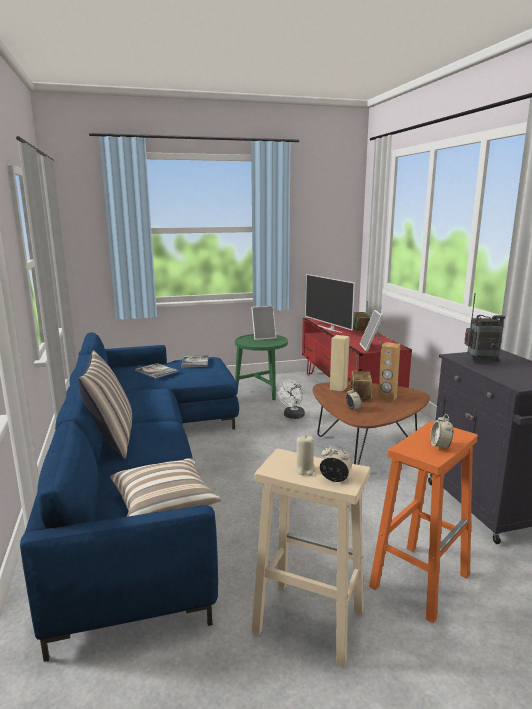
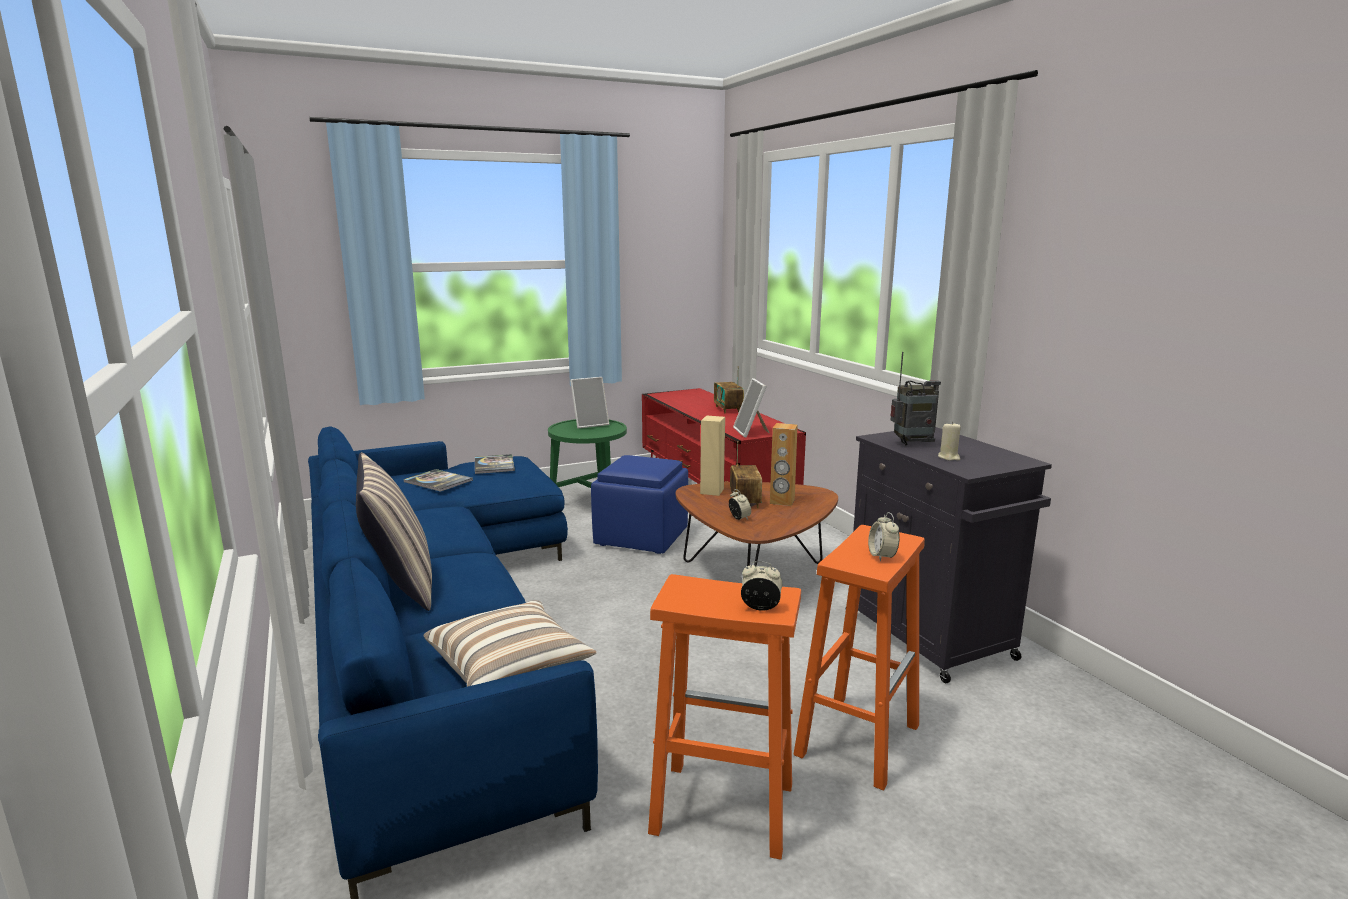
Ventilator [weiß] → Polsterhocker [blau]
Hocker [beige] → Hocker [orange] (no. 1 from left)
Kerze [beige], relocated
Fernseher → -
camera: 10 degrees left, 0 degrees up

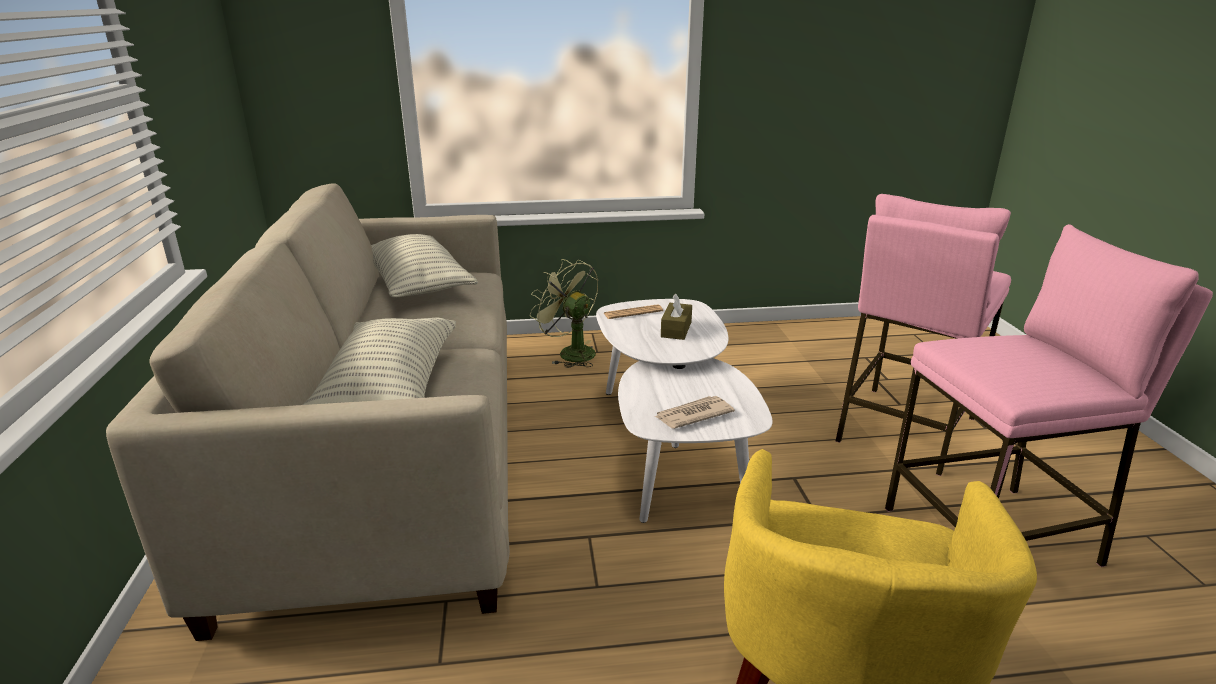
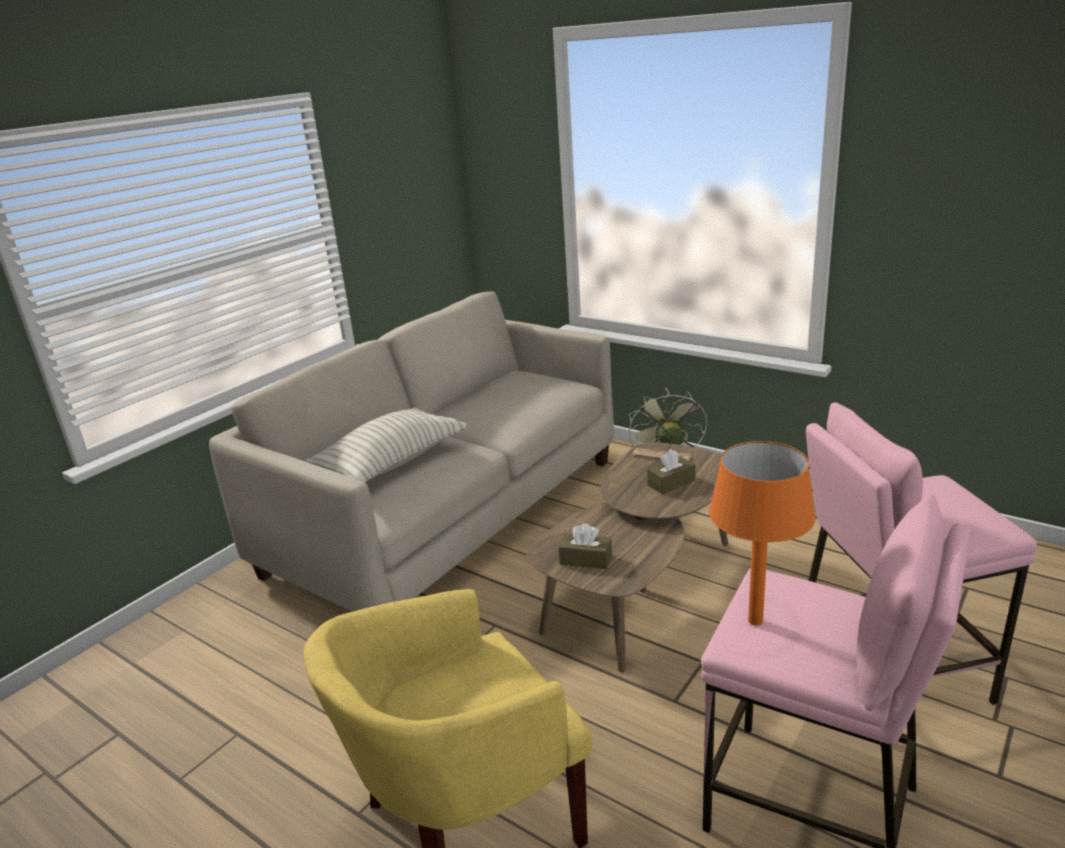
Couchtisch [weiß] → Couchtisch [braun]
Zeitung (no. 2 from left) → Taschentuchbox [braun] (no. 1 from left)
- → Tischlampe [orange]
Kissen (no. 2 from left) → -
camera: 45 degrees right, 0 degrees up

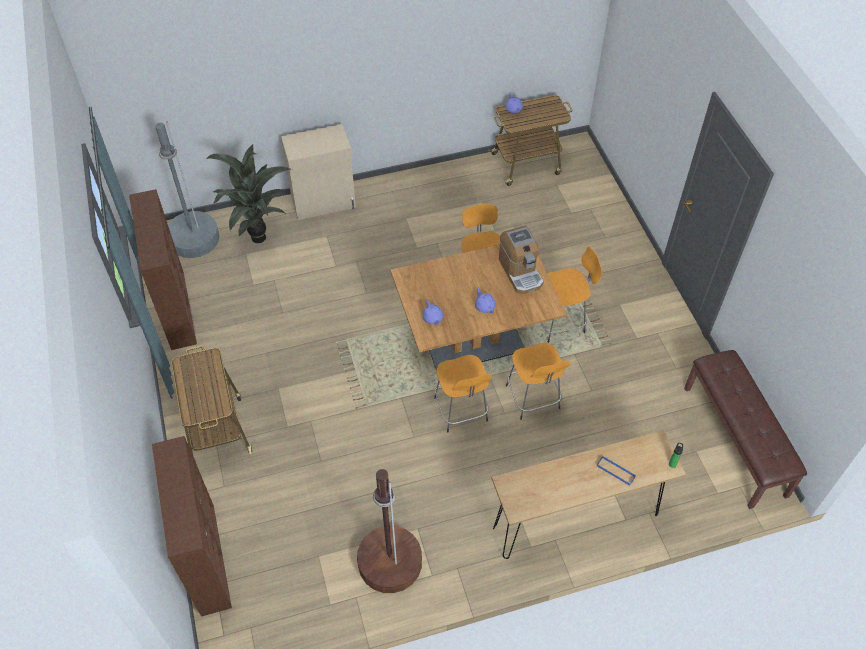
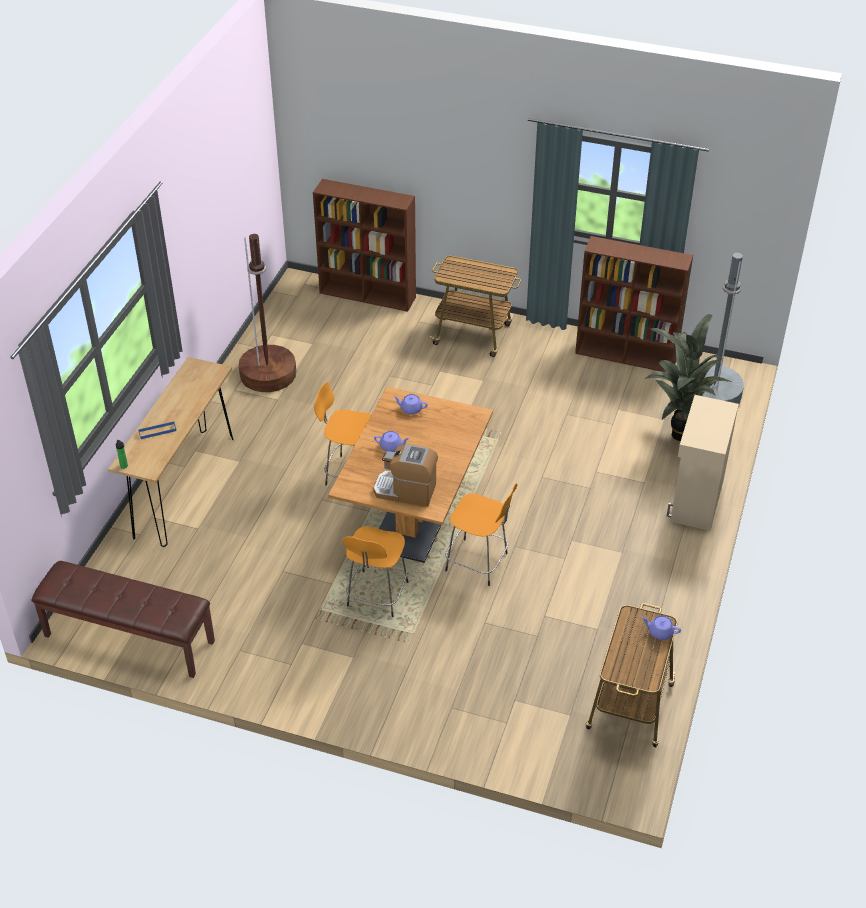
Hocker [orange] (no. 3 from left) → -
camera: 125 degrees right, 10 degrees down

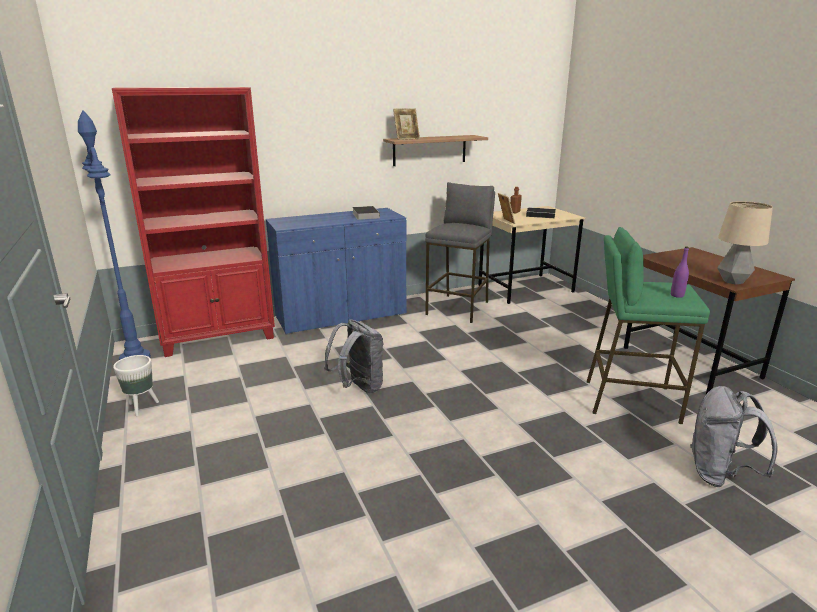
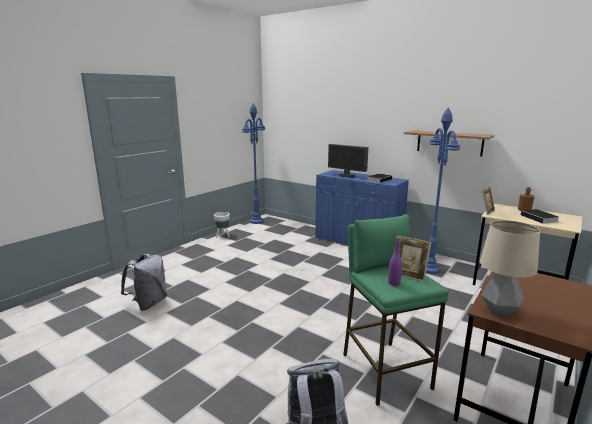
Rucksack [grau] (no. 1 from left), relocated
- → Monitor
Bilderrahmen (no. 1 from left), relocated
Hocker [grau] → Stehlampe [blau] (no. 2 from left)
Bücherregal [rot] → -
camera: 60 degrees right, 5 degrees down

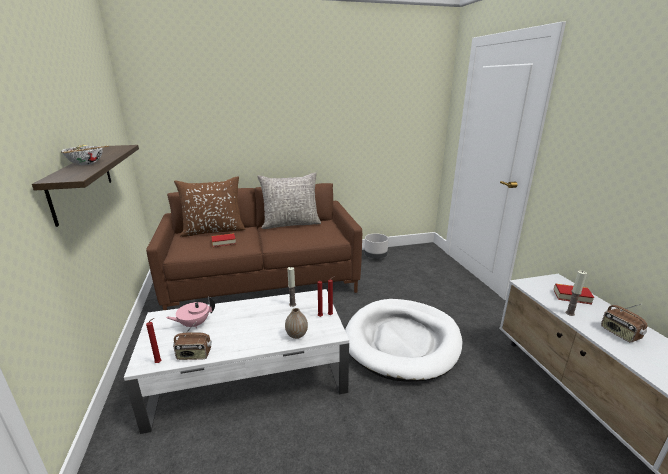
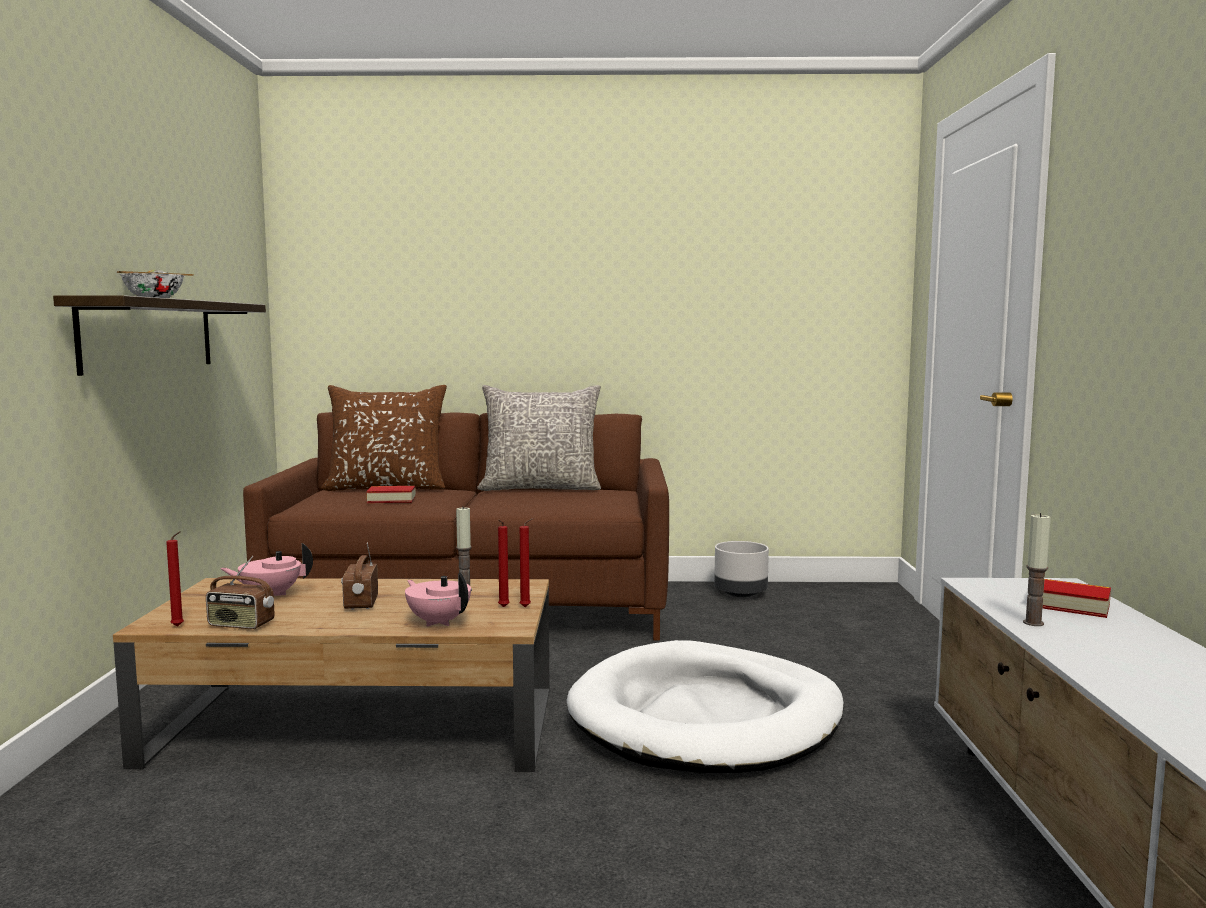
Couchtisch [weiß] → Couchtisch [braun]
Radio (no. 2 from left), relocated
Vase → Teekanne [rosa] (no. 2 from left)
camera: 15 degrees right, 15 degrees down

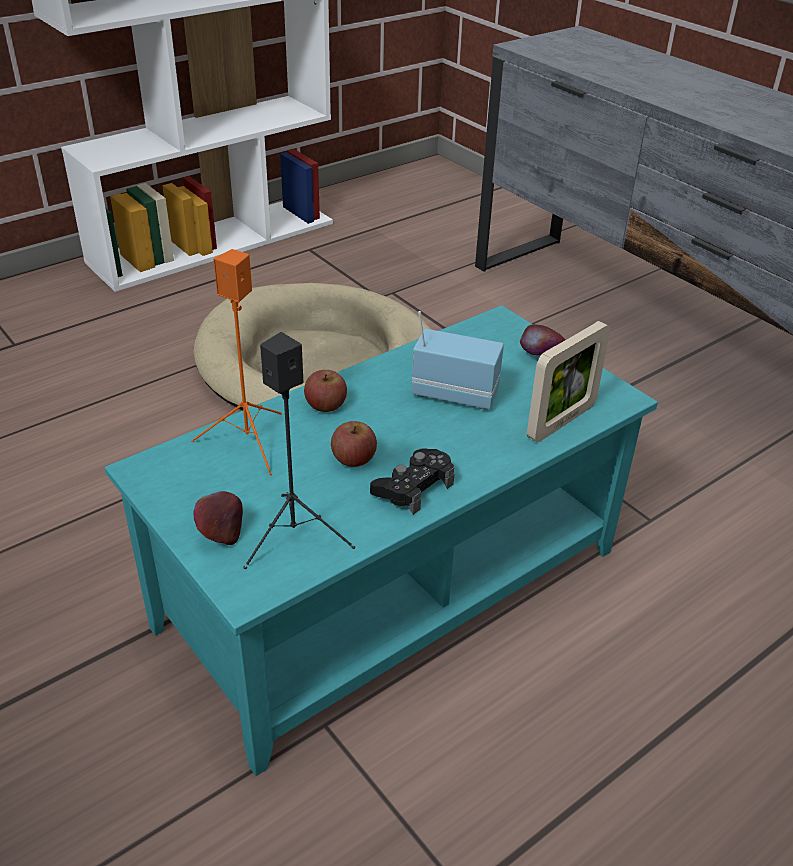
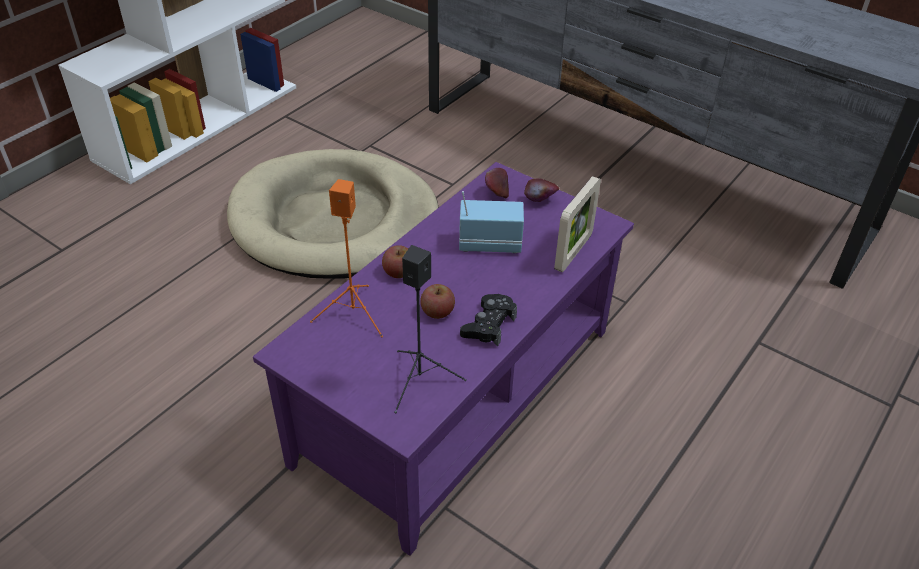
Couchtisch [türkis] → Couchtisch [lila]
Apfel (no. 1 from left in the first image) → Apfel (no. 3 from left), relocated
camera: 15 degrees left, 5 degrees up

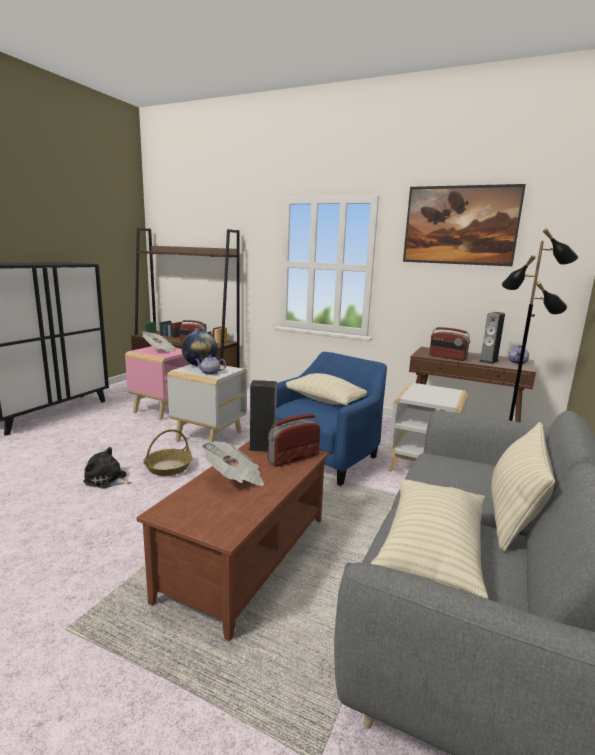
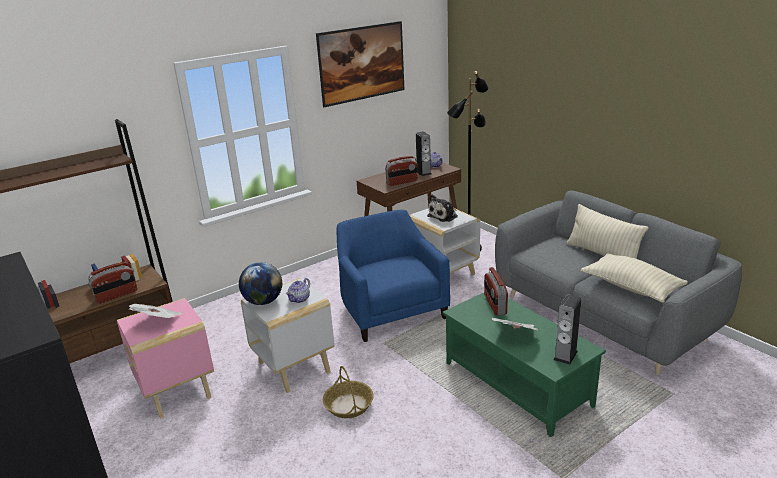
Plüschtier, relocated
Couchtisch [braun] → Couchtisch [grün]
Lautsprecher (no. 1 from left in the first image) → Lautsprecher (no. 2 from left), relocated
Kissen [beige] (no. 1 from left) → -
camera: 60 degrees left, 10 degrees up

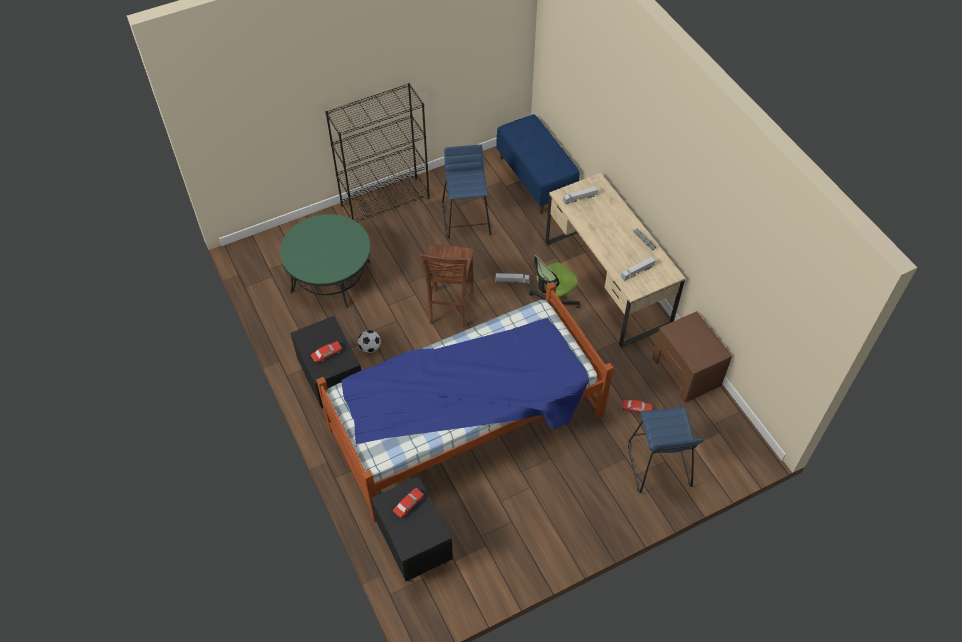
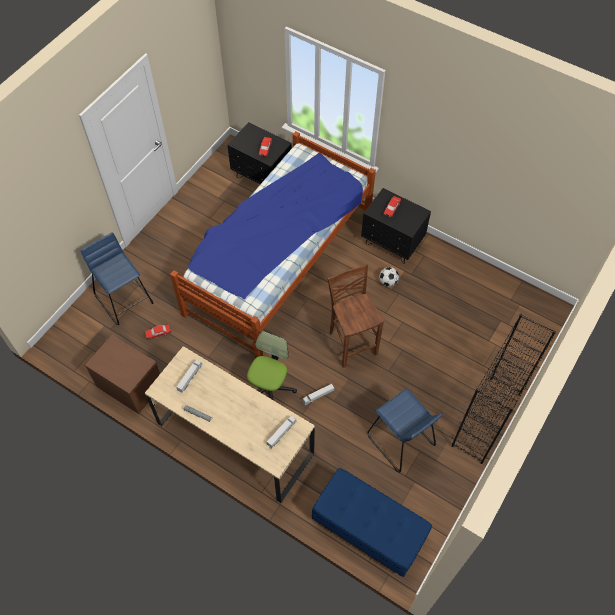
Couchtisch [grün] → -
camera: 150 degrees right, 5 degrees up

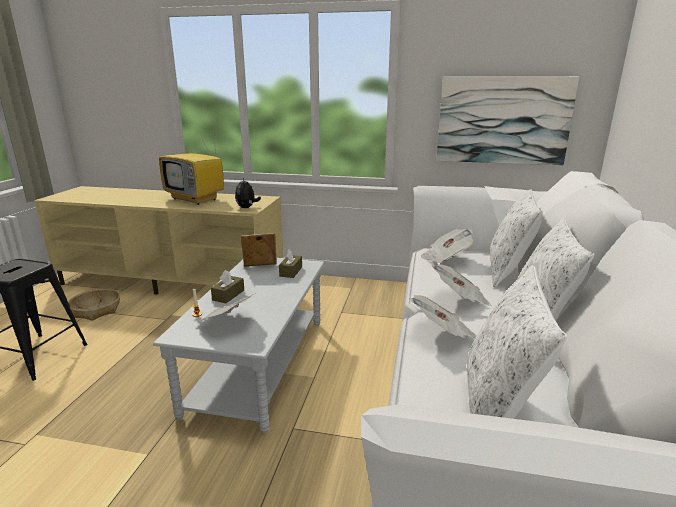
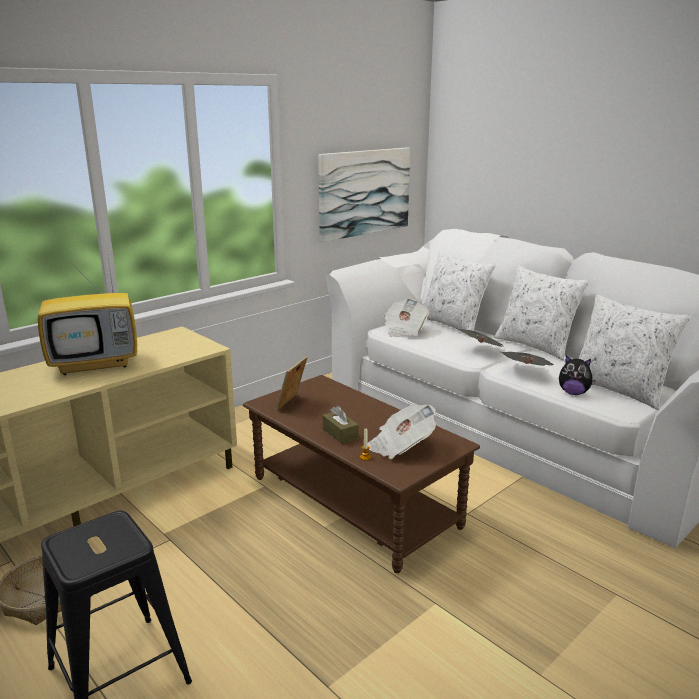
Couchtisch [grau] → Couchtisch [braun]
Plüschtier, relocated
Taschentuchbox [braun] (no. 2 from left) → -
camera: 55 degrees left, 0 degrees up

